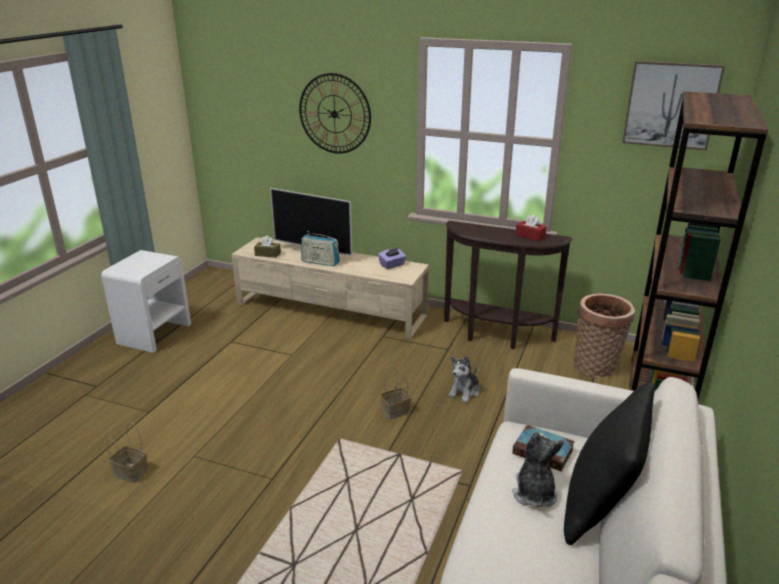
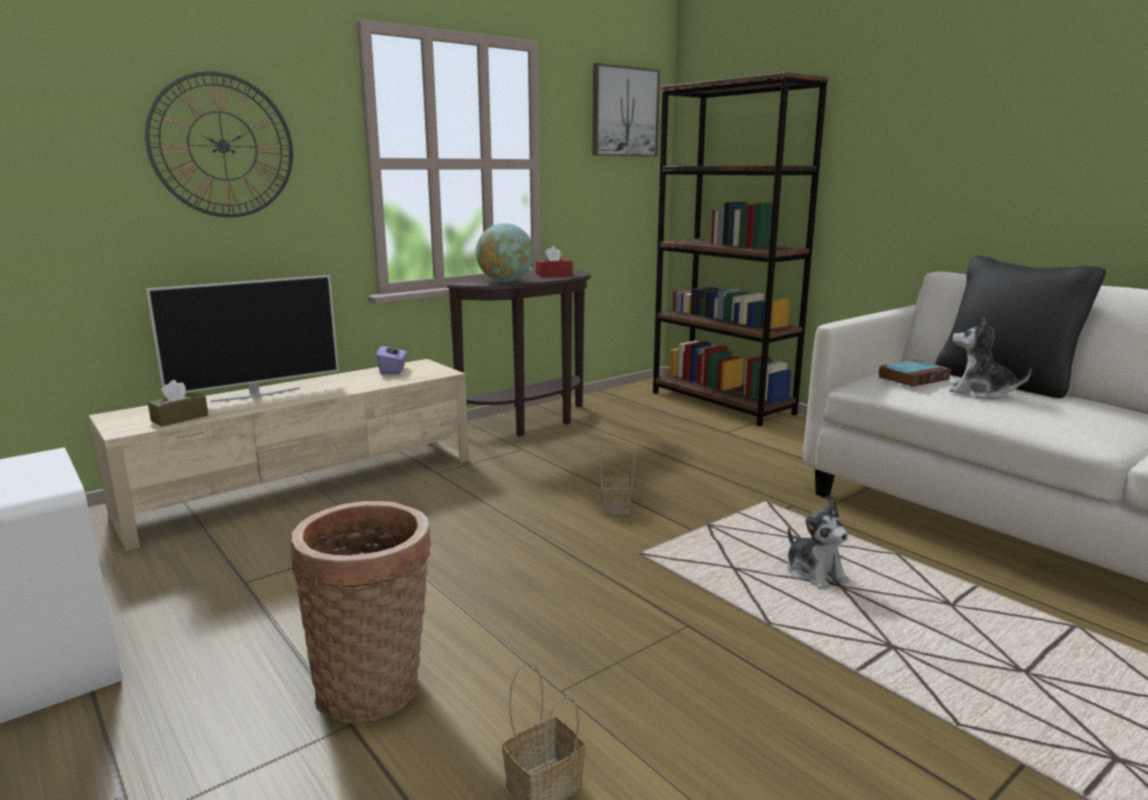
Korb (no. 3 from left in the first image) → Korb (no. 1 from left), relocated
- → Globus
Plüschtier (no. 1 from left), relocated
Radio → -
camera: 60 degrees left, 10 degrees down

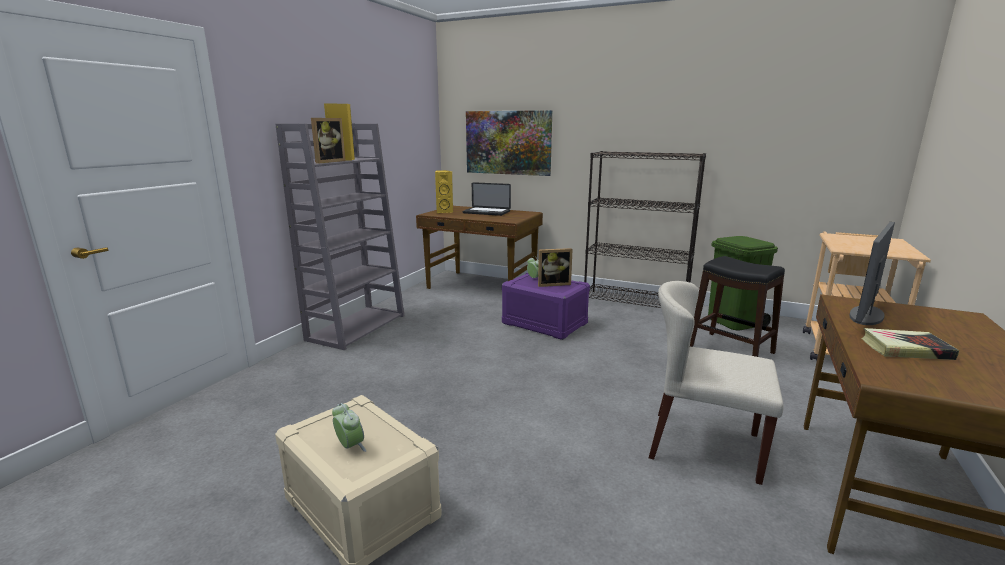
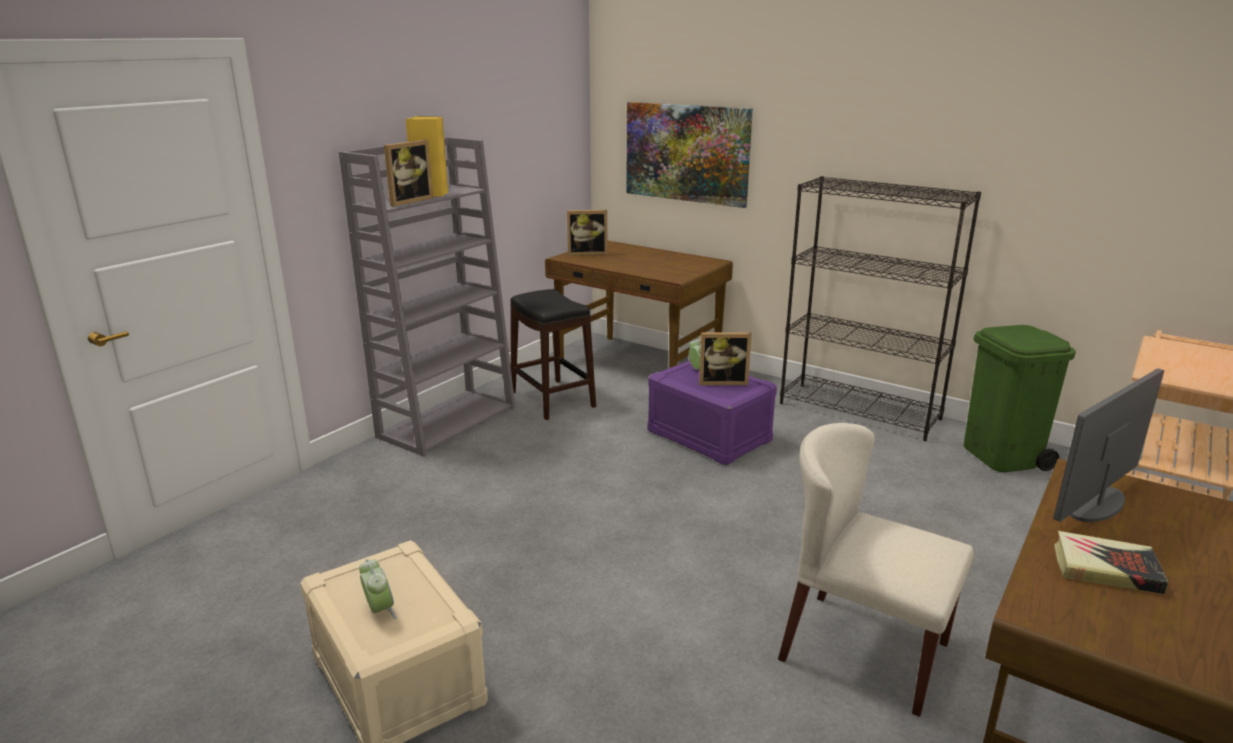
Hocker [schwarz], relocated
Lautsprecher [gelb] (no. 2 from left) → Bilderrahmen (no. 2 from left)
Laptop → -
camera: 10 degrees right, 5 degrees up

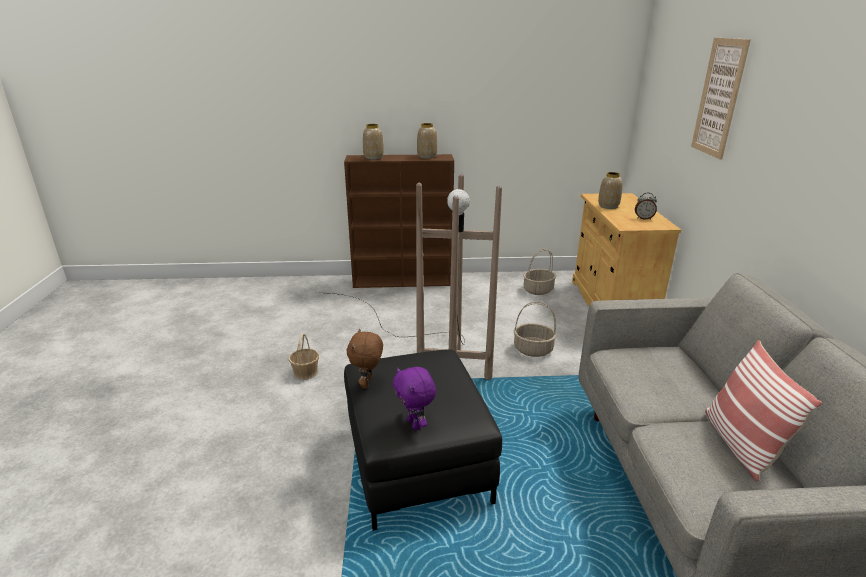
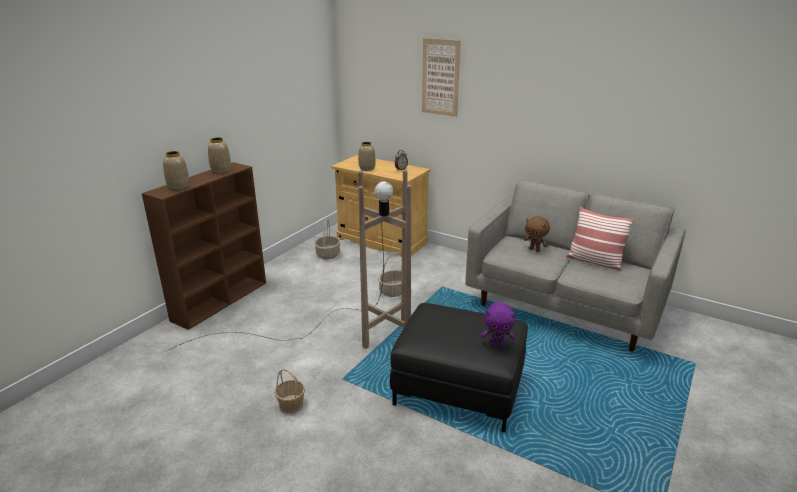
Plüschtier [braun], relocated
camera: 55 degrees left, 0 degrees up

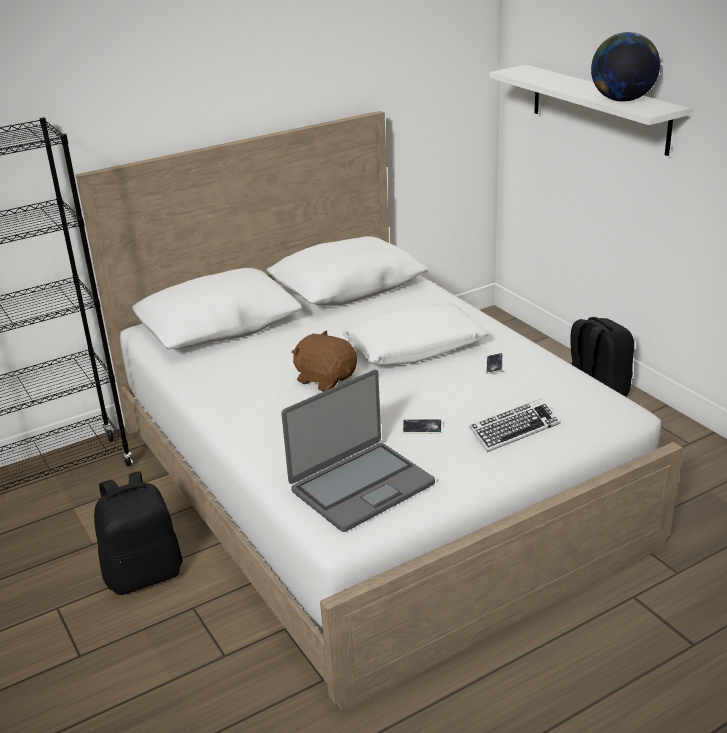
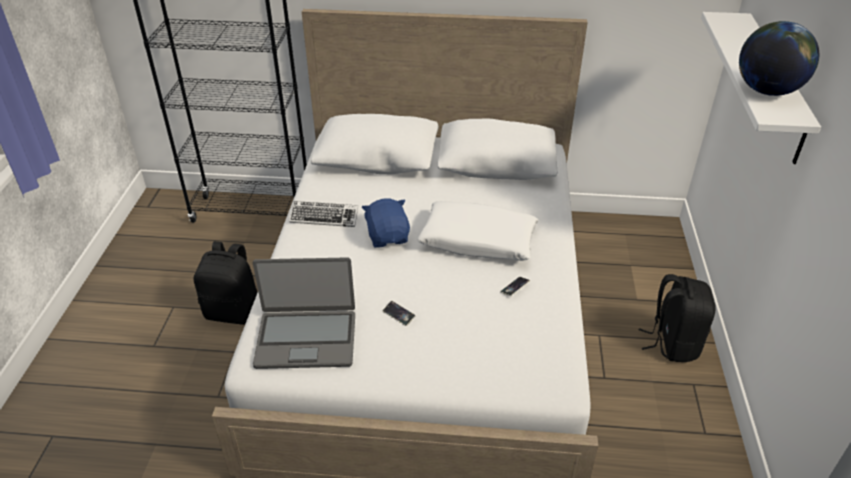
Tastatur, relocated
Plüschtier [braun] → Plüschtier [blau]
camera: 35 degrees right, 10 degrees up

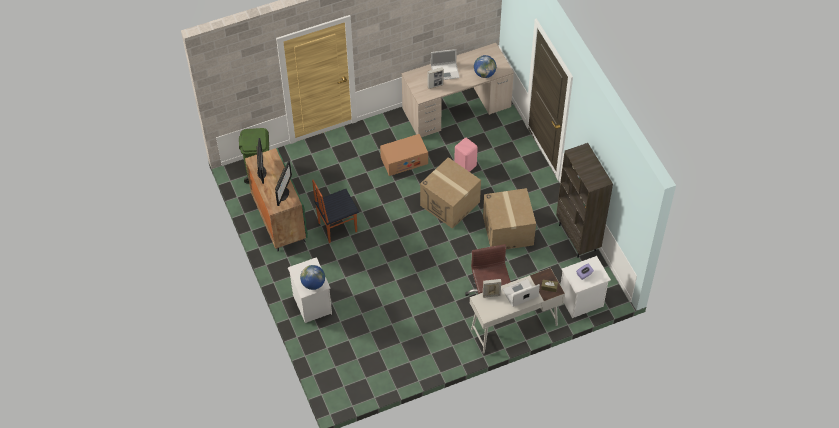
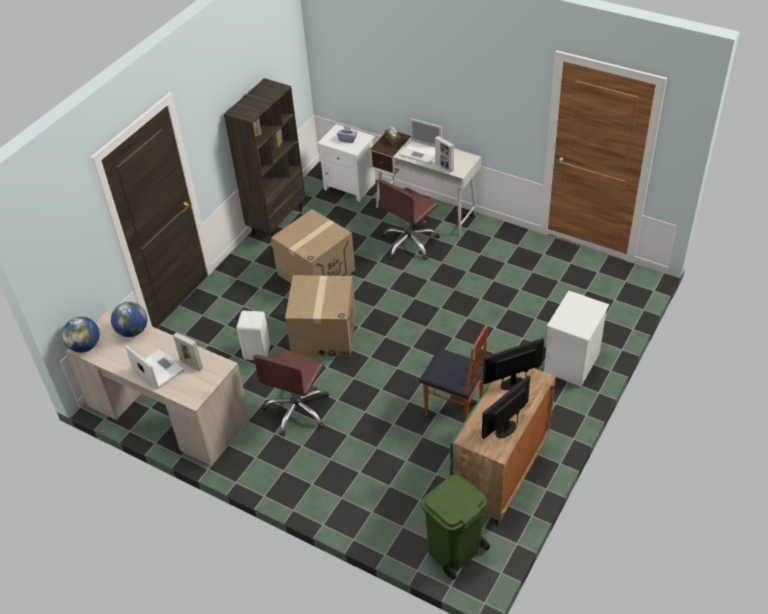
Globus (no. 1 from left), relocated
Hocker [rosa] → Hocker [weiß]
Karton (no. 1 from left) → Bürostuhl [braun] (no. 1 from left)
camera: 125 degrees left, 10 degrees down

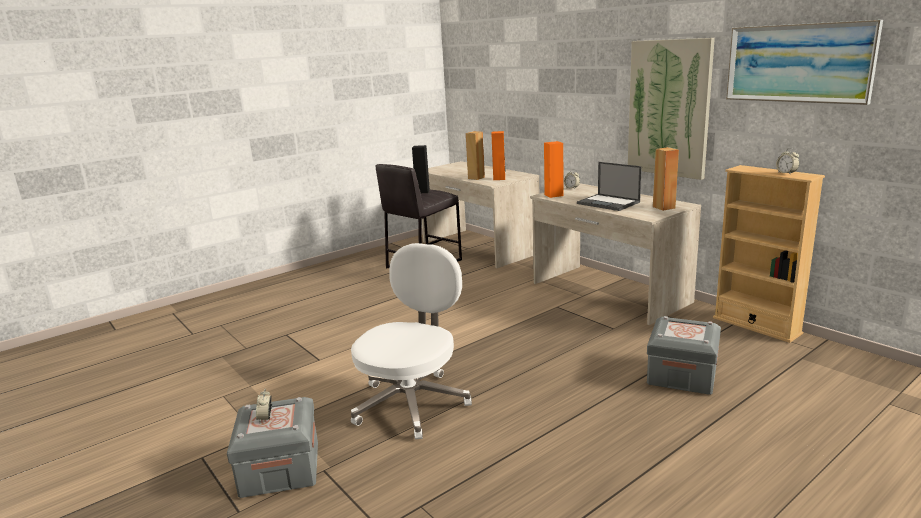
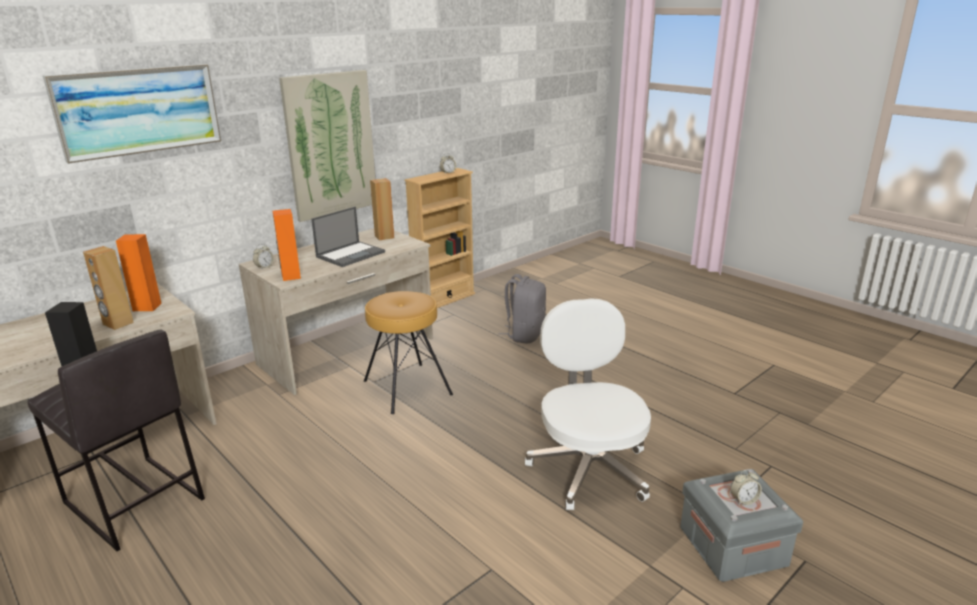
Bild (no. 2 from left in the first image) → Bild (no. 1 from left), relocated
- → Hocker [braun]
Aufbewahrungsbox [grau] (no. 2 from left) → Rucksack [grau]
Bürostuhl [weiß], 60 degrees clockwise
camera: 95 degrees left, 5 degrees up

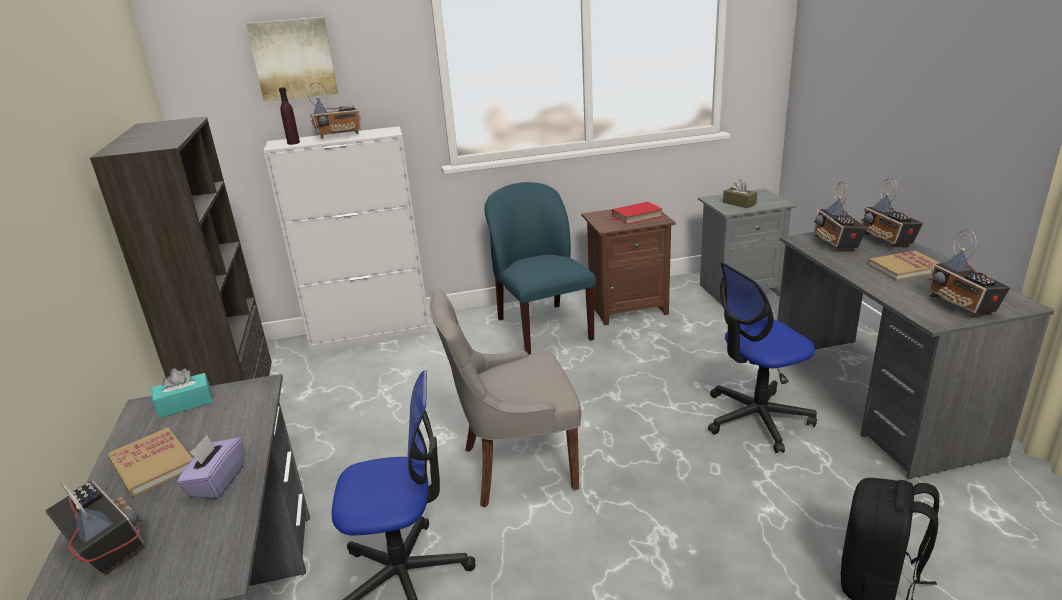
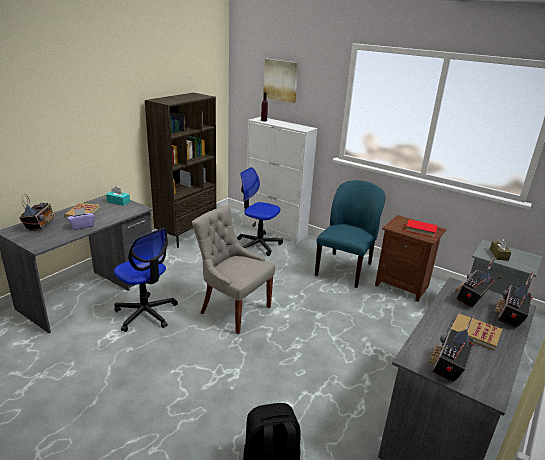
Bürostuhl (no. 2 from left), relocated
Radio (no. 2 from left) → -
camera: 45 degrees right, 0 degrees up

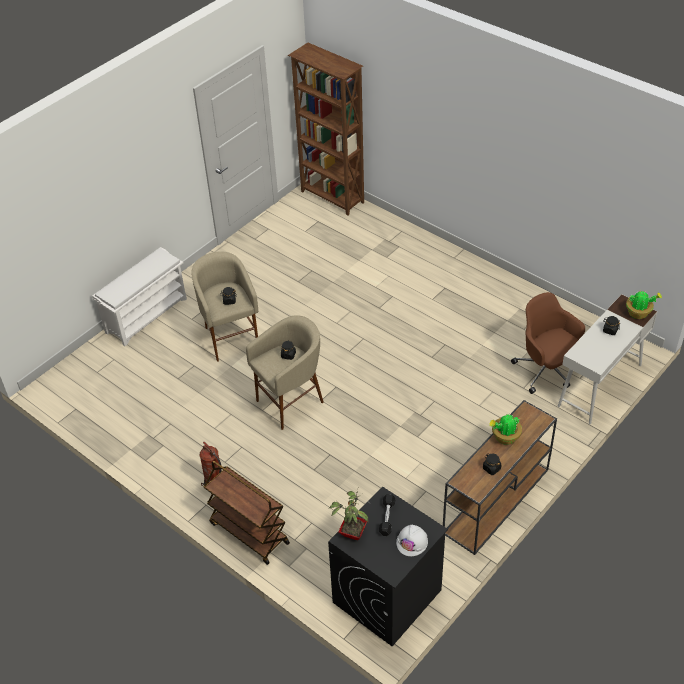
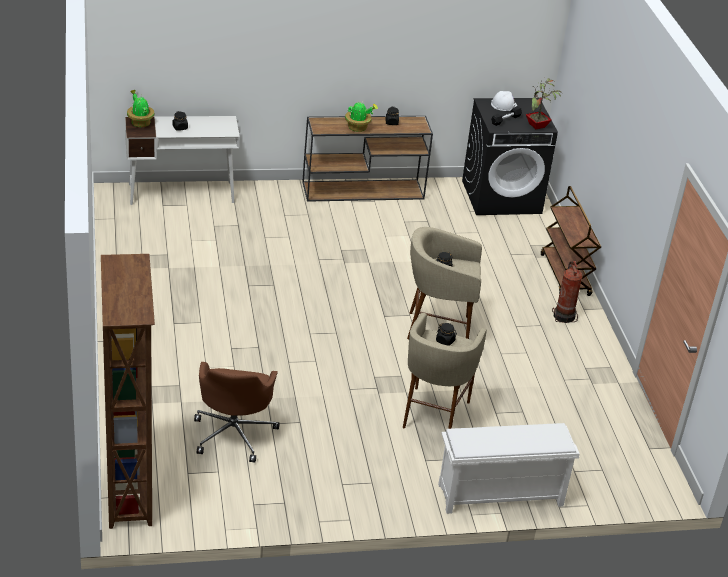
Bürostuhl [braun], relocated
camera: 145 degrees left, 10 degrees down

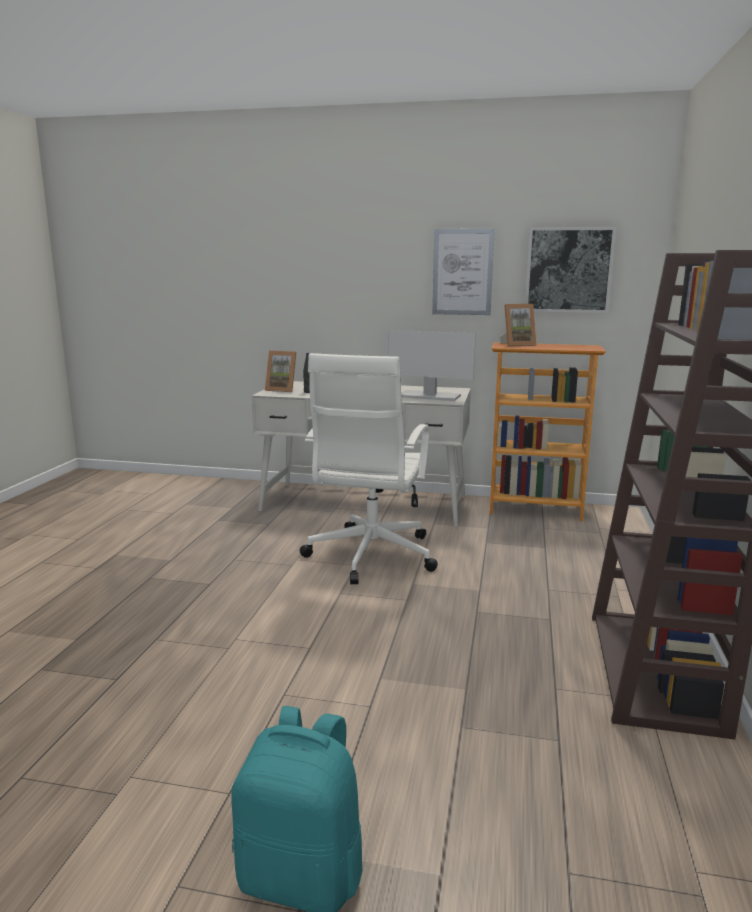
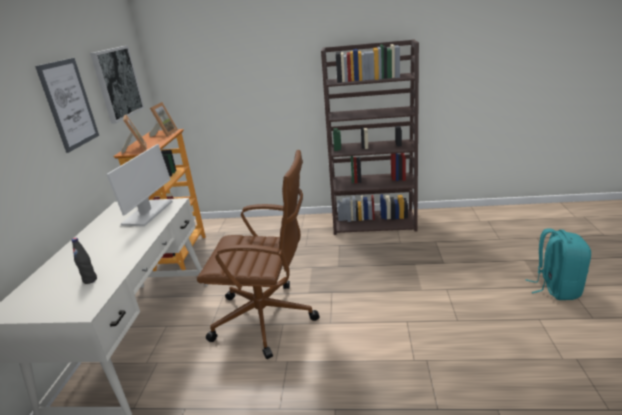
Bilderrahmen (no. 1 from left in the first image) → Bilderrahmen (no. 2 from left), relocated
Bürostuhl [weiß] → Bürostuhl [braun]
camera: 95 degrees left, 10 degrees up

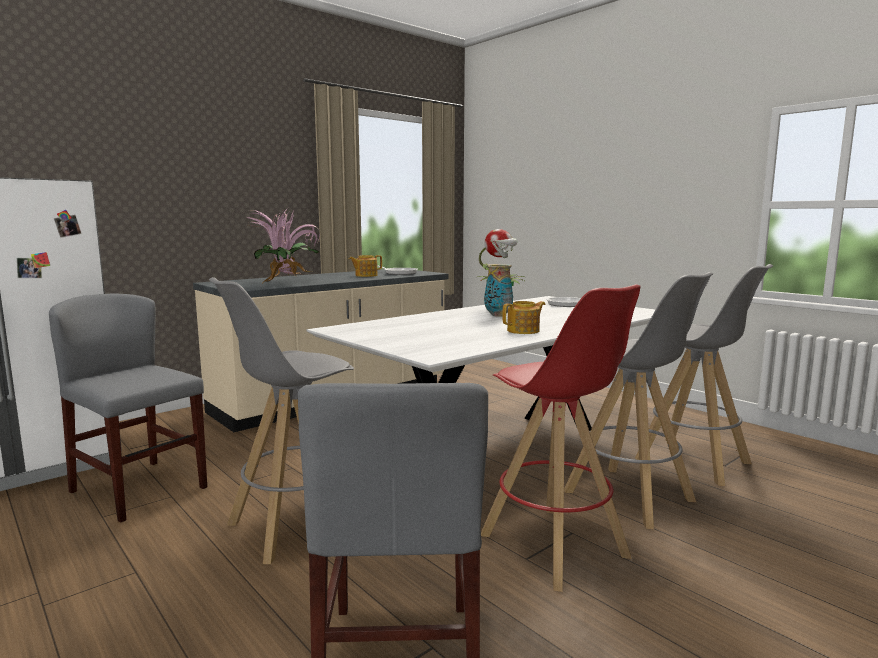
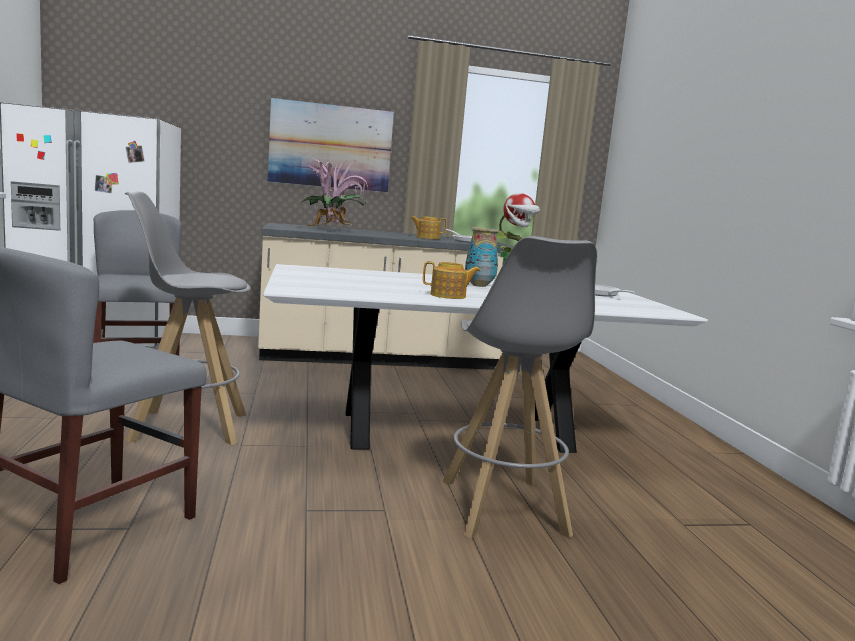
- → Bild
Hocker [rot] → -
Hocker [grau] (no. 3 from left) → -
camera: 30 degrees right, 0 degrees up

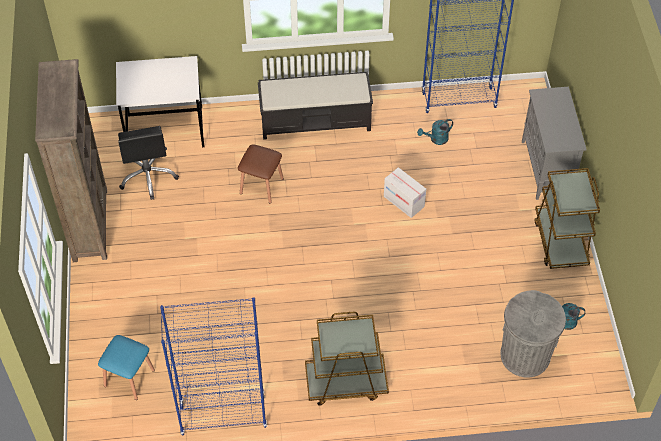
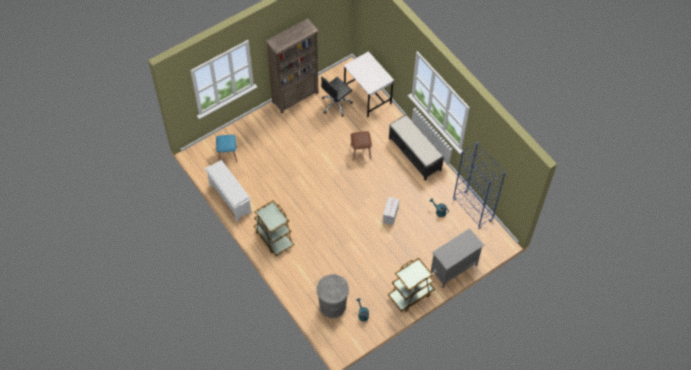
Bücherregal [blau] (no. 1 from left) → Schuhregal [weiß]
camera: 60 degrees right, 5 degrees up

